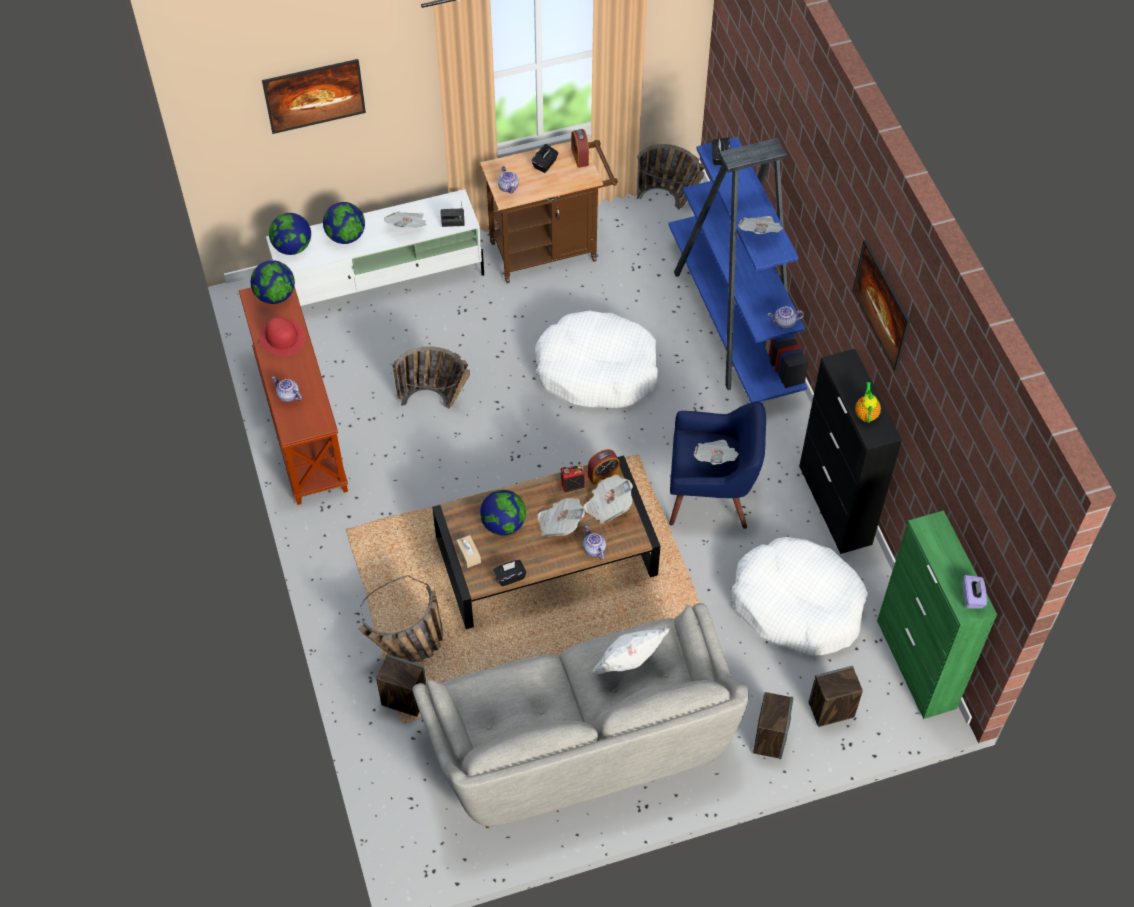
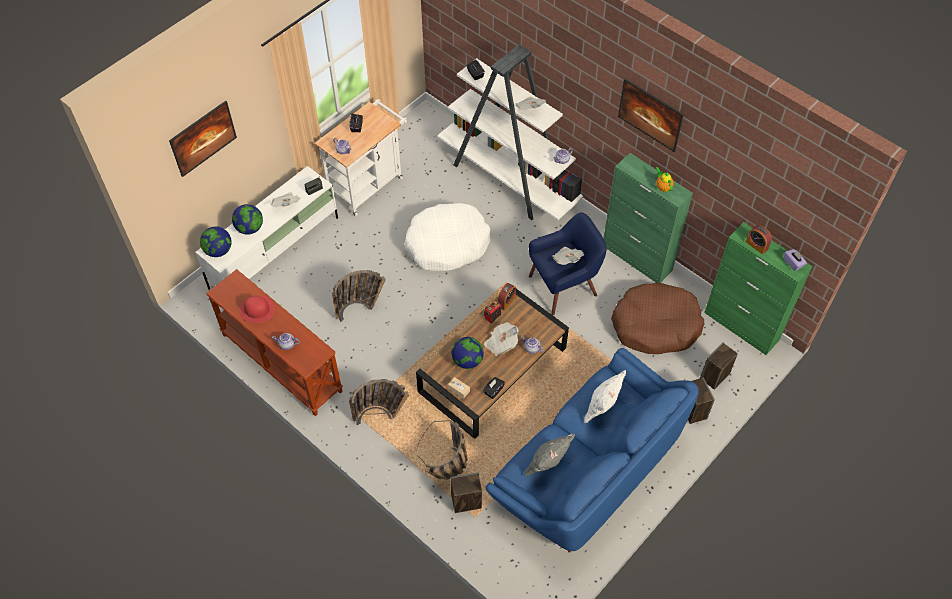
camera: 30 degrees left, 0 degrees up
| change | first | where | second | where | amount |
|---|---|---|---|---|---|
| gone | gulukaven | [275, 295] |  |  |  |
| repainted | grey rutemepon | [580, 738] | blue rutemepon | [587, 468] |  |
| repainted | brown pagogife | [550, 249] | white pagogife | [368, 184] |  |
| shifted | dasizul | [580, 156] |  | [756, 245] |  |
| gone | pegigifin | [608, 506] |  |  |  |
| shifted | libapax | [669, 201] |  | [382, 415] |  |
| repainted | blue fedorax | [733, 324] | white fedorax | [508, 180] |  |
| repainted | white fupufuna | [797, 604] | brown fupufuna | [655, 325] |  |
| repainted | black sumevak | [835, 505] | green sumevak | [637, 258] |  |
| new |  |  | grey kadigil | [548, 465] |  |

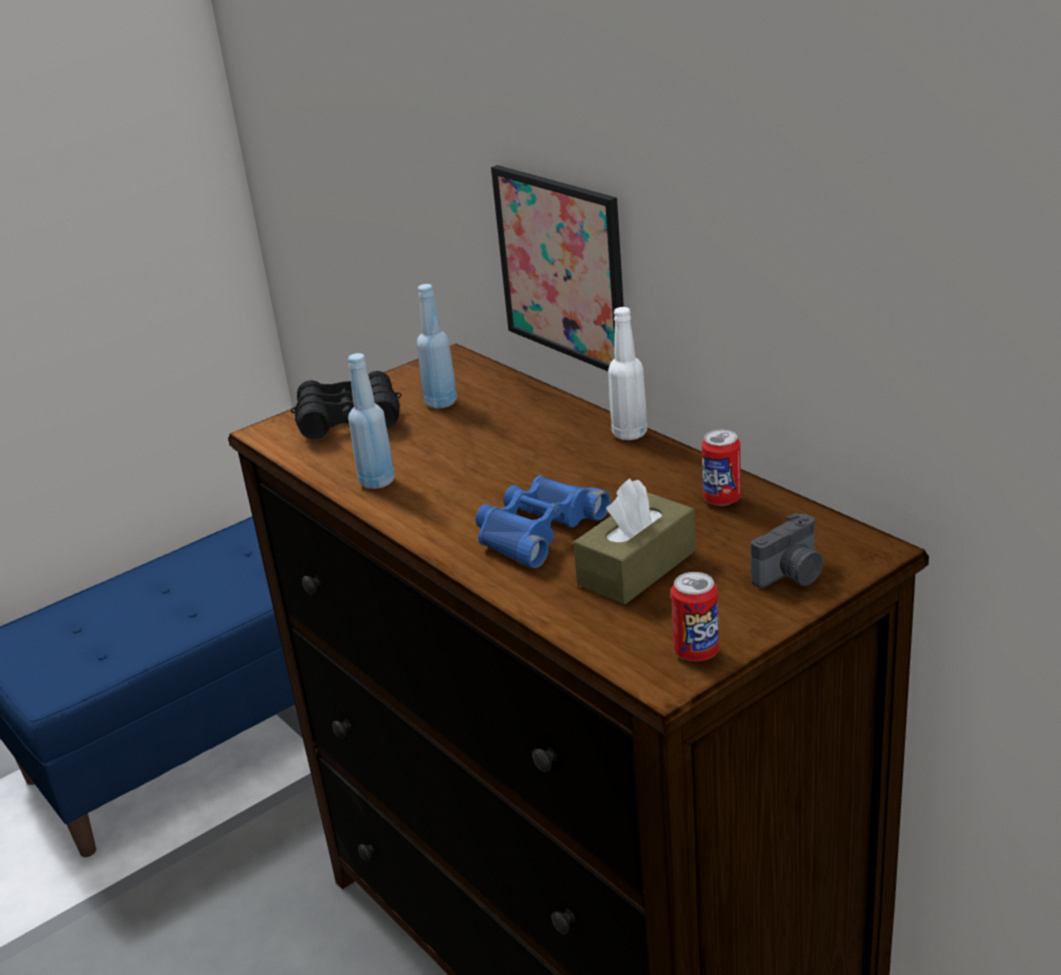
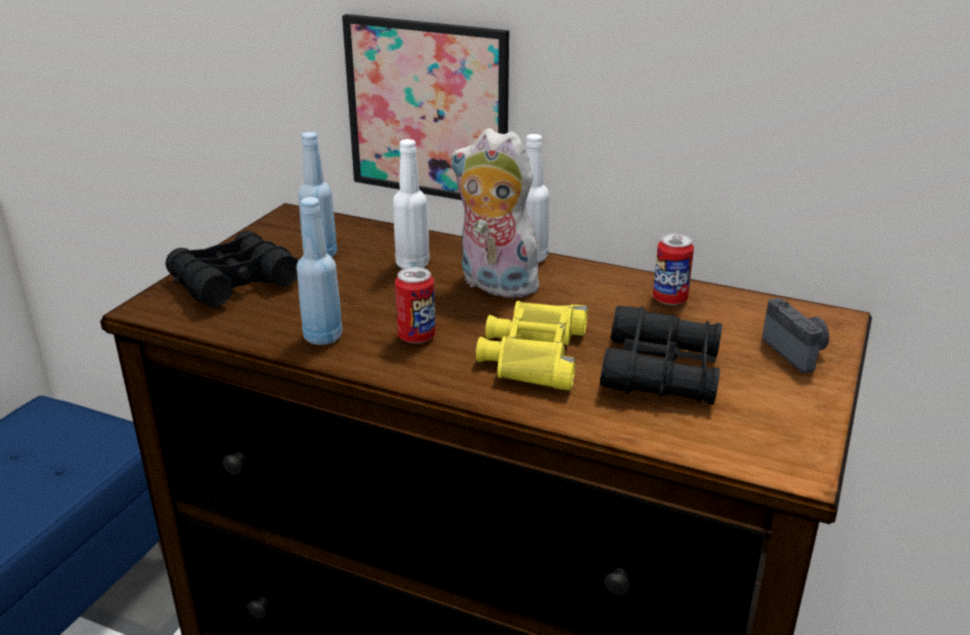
camera: 30 degrees left, 0 degrees up
| change | first | where | second | where | amount |
|---|---|---|---|---|---|
| repainted | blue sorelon | [536, 530] | yellow sorelon | [532, 354] |  |
| swapped | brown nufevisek | [637, 568] | black sorelon | [661, 371] |  |
| shifted | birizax | [696, 652] |  | [416, 337] |  |
| rotated | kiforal | [791, 575] |  | [796, 352] | 45 degrees counterclockwise |
| new |  |  | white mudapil | [412, 264] |  |
| new |  |  | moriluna | [493, 285] |  |

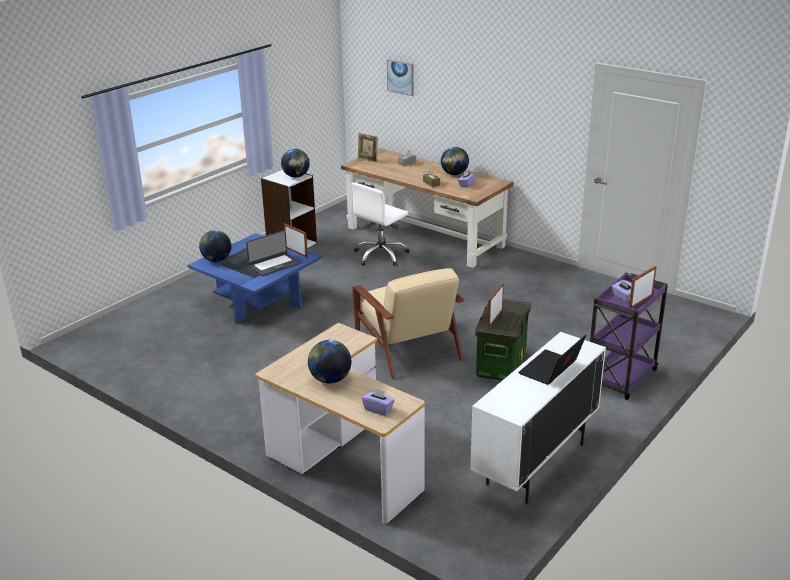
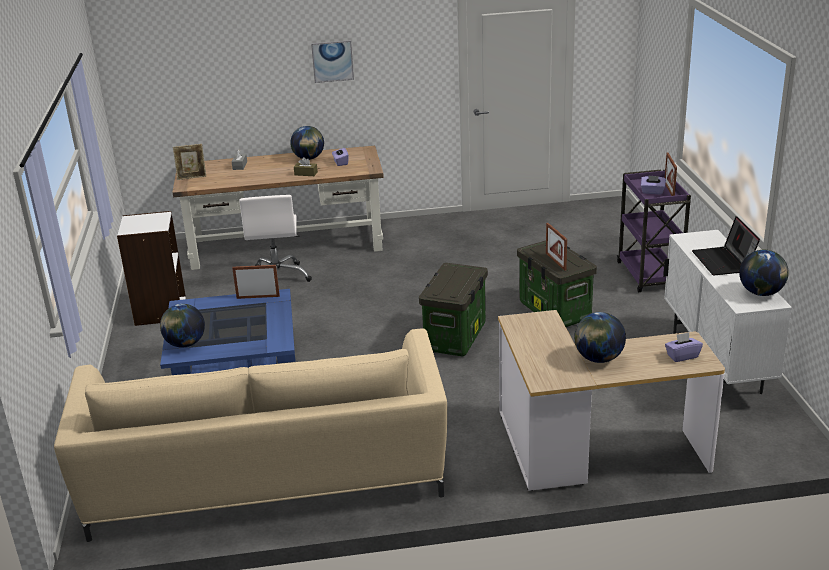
camera: 45 degrees left, 0 degrees up
| change | first | where | second | where | amount |
|---|---|---|---|---|---|
| gone | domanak | [274, 265] |  |  |  |
| shifted | gulukaven | [296, 176] |  | [761, 293] |  |
| swapped | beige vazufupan | [407, 345] | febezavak | [455, 338] |  |
| shifted | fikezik | [400, 77] |  | [332, 61] |  |
| new |  |  | beige rutemepon | [266, 481] |  |

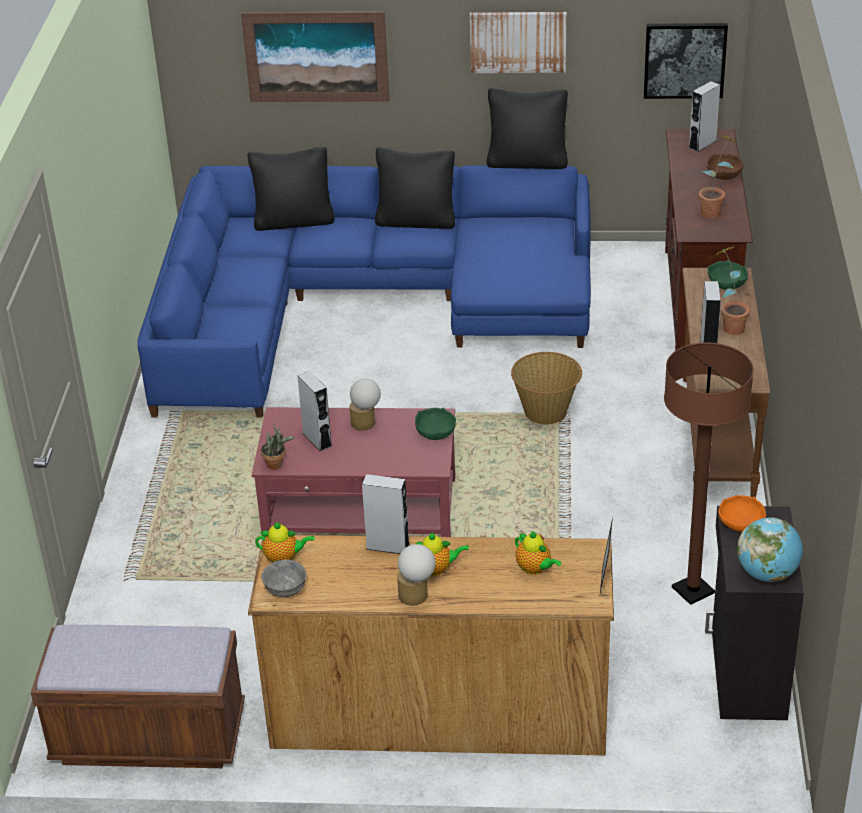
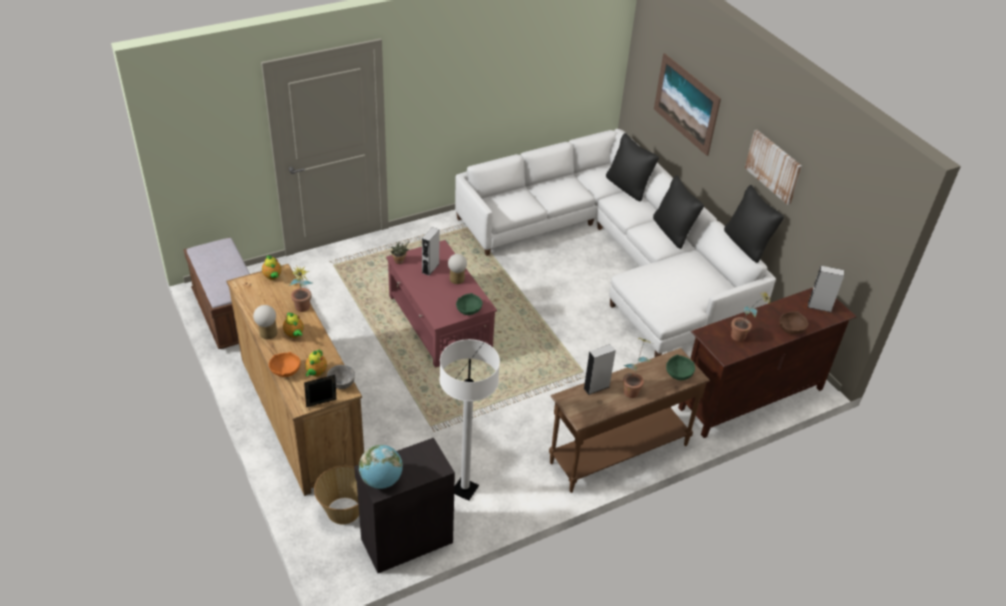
camera: 55 degrees right, 5 degrees up
| change | first | where | second | where | amount |
|---|---|---|---|---|---|
| repainted | blue rutemepon | [361, 304] | white rutemepon | [616, 252] |  |
| shifted | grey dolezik | [285, 589] |  | [341, 383] |  |
| swapped | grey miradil | [387, 546] | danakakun | [303, 310] |  |
| shifted | libapax | [546, 412] |  | [344, 511] |  |
| gone | fikezik | [684, 60] |  |  |  |
| repainted | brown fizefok | [693, 590] | white fizefok | [465, 489] |  |
| shifted | orange dolezik | [741, 523] |  | [286, 371] |  |

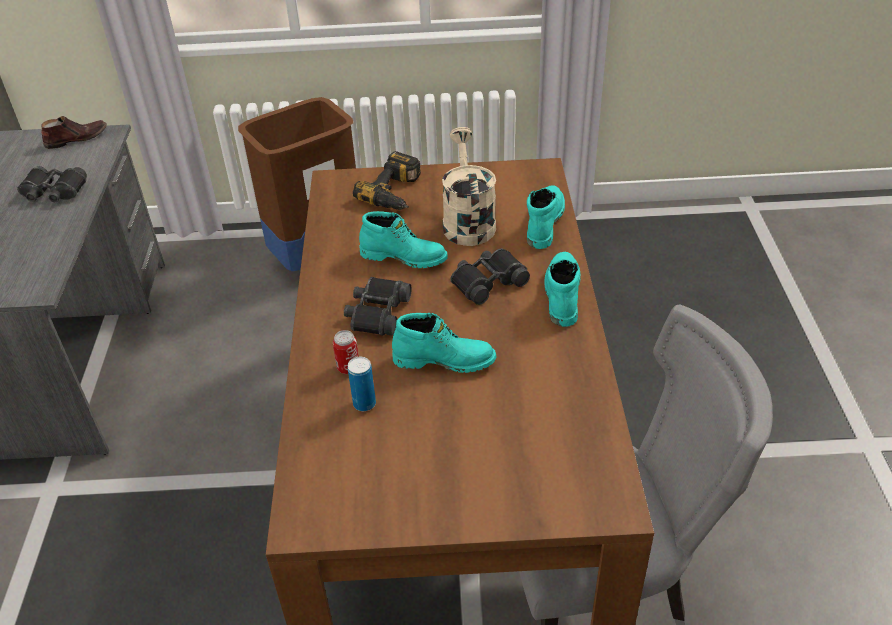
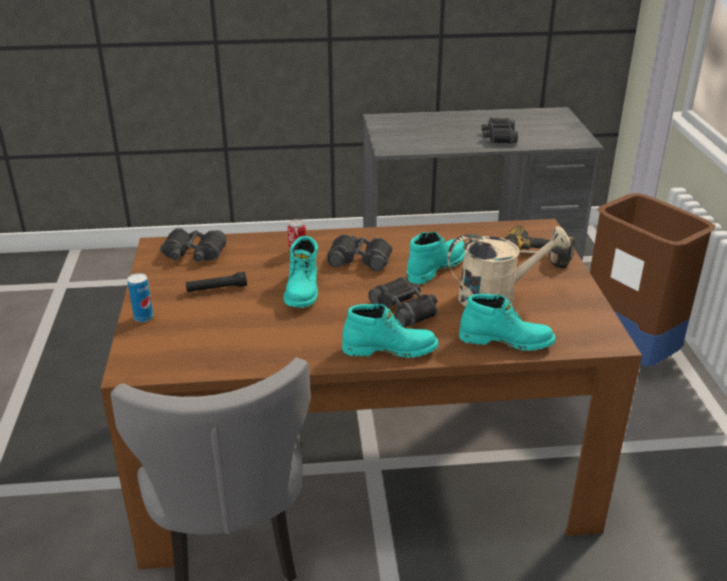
camera: 85 degrees right, 10 degrees down
| change | first | where | second | where | amount |
|---|---|---|---|---|---|
| gone | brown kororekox | [76, 138] |  |  |  |
| shifted | birizax | [364, 404] |  | [143, 317] |  |
| rotated | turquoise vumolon | [404, 257] |  | [435, 267] | 150 degrees counterclockwise |
| new |  |  | black sorelon | [194, 253] |  |
| new |  |  | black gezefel | [216, 289] |  |

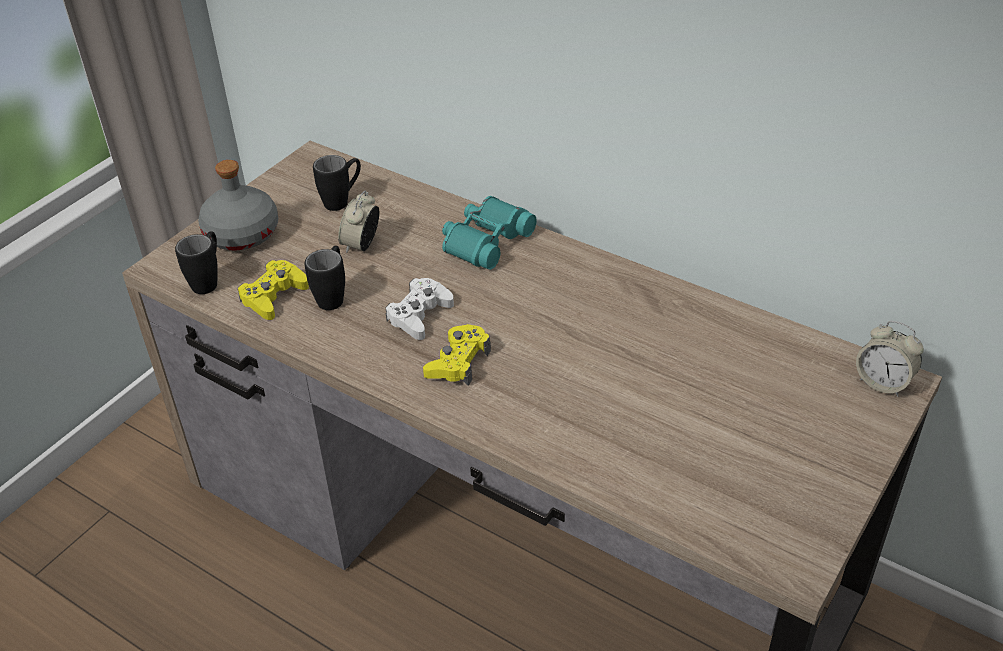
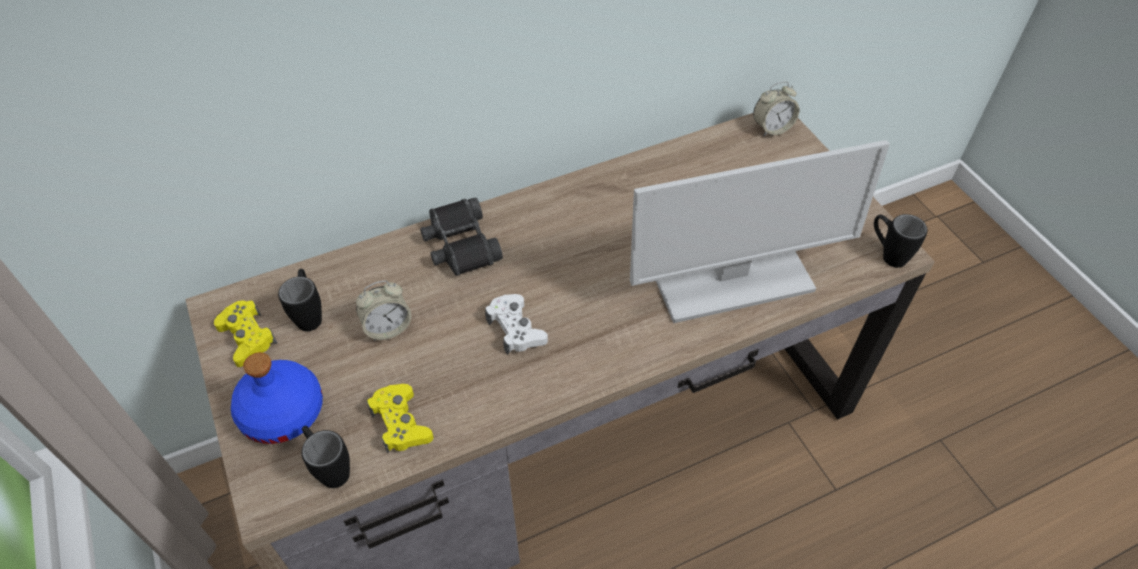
camera: 60 degrees left, 10 degrees up
| change | first | where | second | where | amount |
|---|---|---|---|---|---|
| repainted | grey mudapil | [243, 234] | blue mudapil | [283, 411] |  |
| shifted | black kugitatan | [333, 296] |  | [887, 254] |  |
| rotated | dasizul | [361, 245] |  | [388, 328] | 75 degrees counterclockwise |
| shifted | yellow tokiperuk | [458, 362] |  | [247, 337] |  |
| repainted | turquoise sorelon | [485, 241] | black sorelon | [460, 245] |  |
| new |  |  | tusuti | [730, 281] |  |

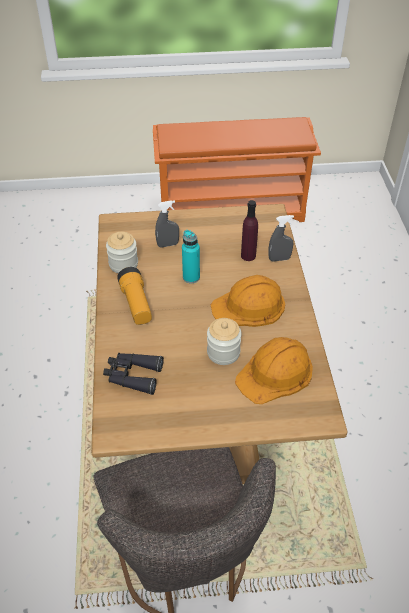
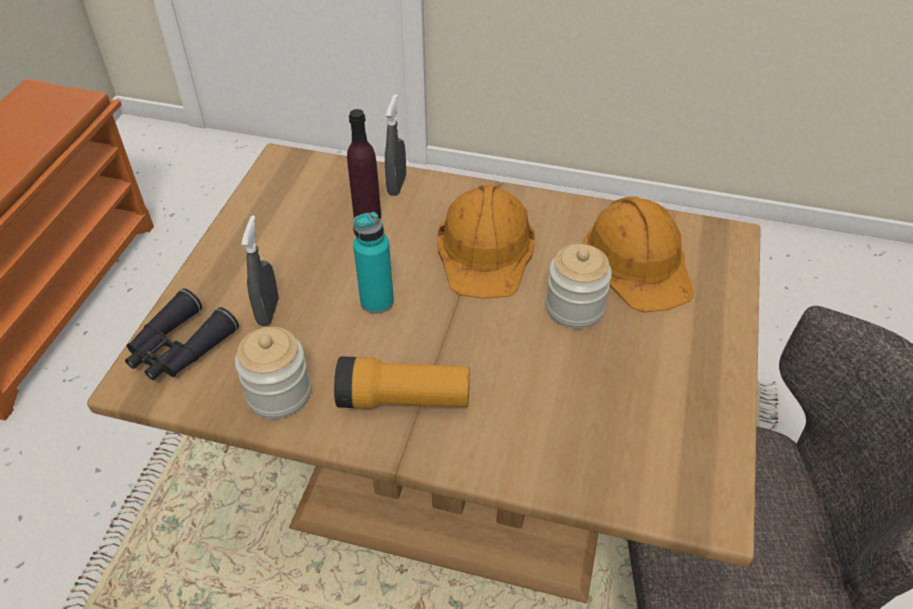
camera: 70 degrees left, 0 degrees up
| change | first | where | second | where | amount |
|---|---|---|---|---|---|
| shifted | black sorelon | [132, 375] |  | [179, 348] |  |

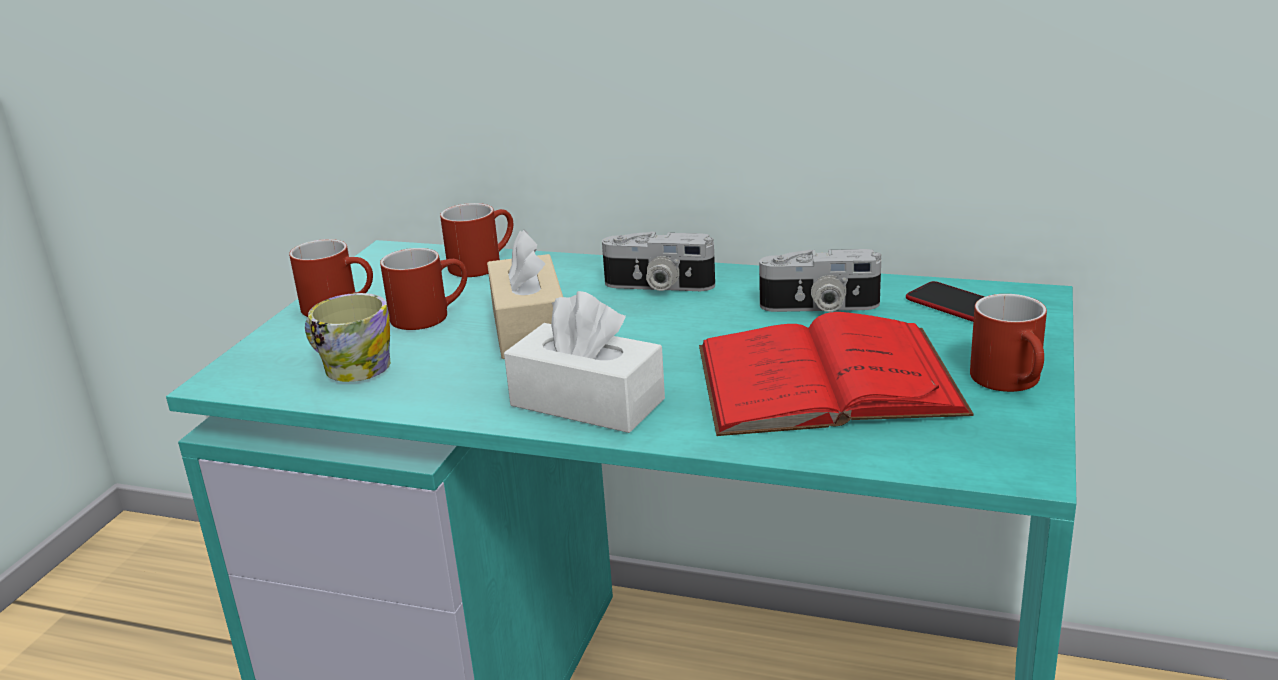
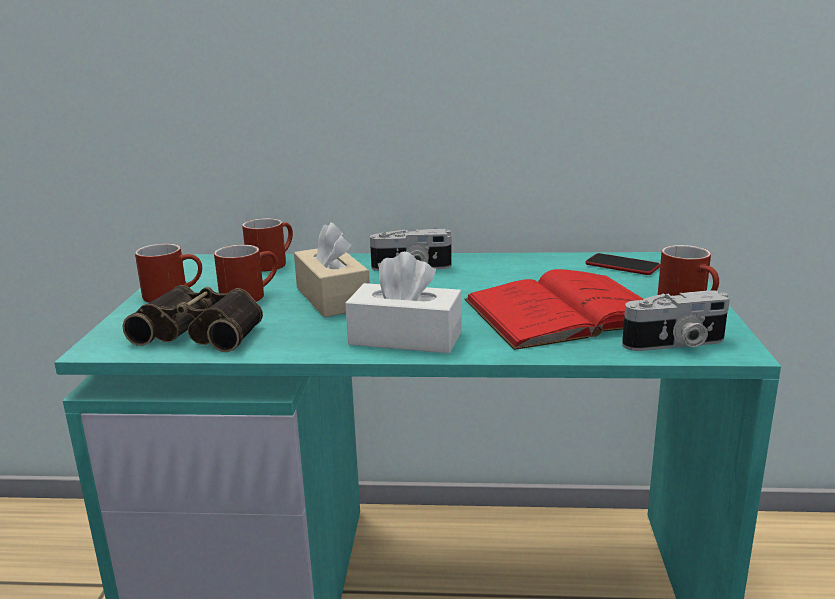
camera: 15 degrees left, 5 degrees down
| change | first | where | second | where | amount |
|---|---|---|---|---|---|
| swapped | kugitatan | [350, 367] | sorelon | [204, 331] |  |
| shifted | kiforal | [819, 307] |  | [675, 344] |  |

